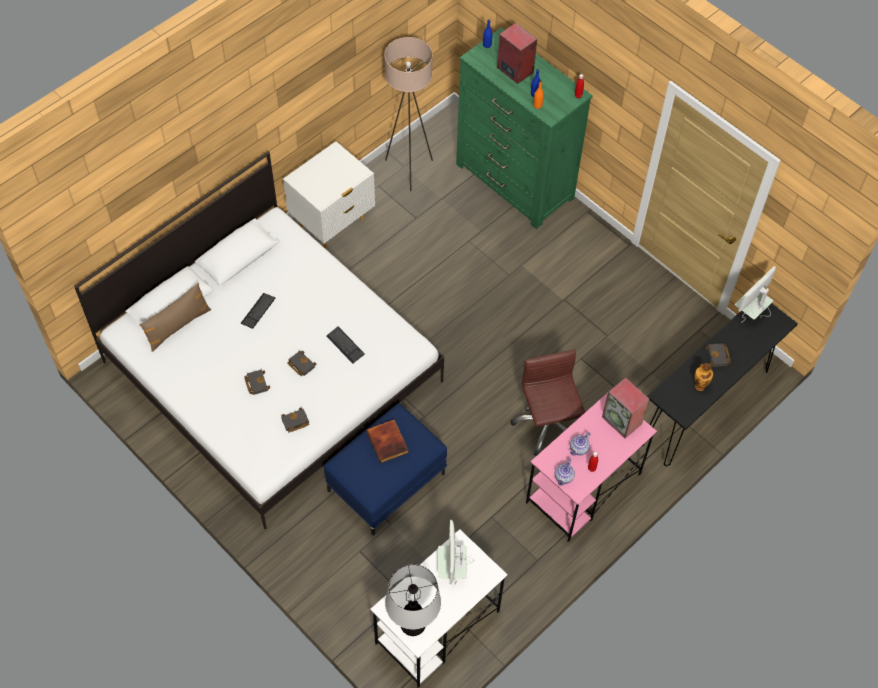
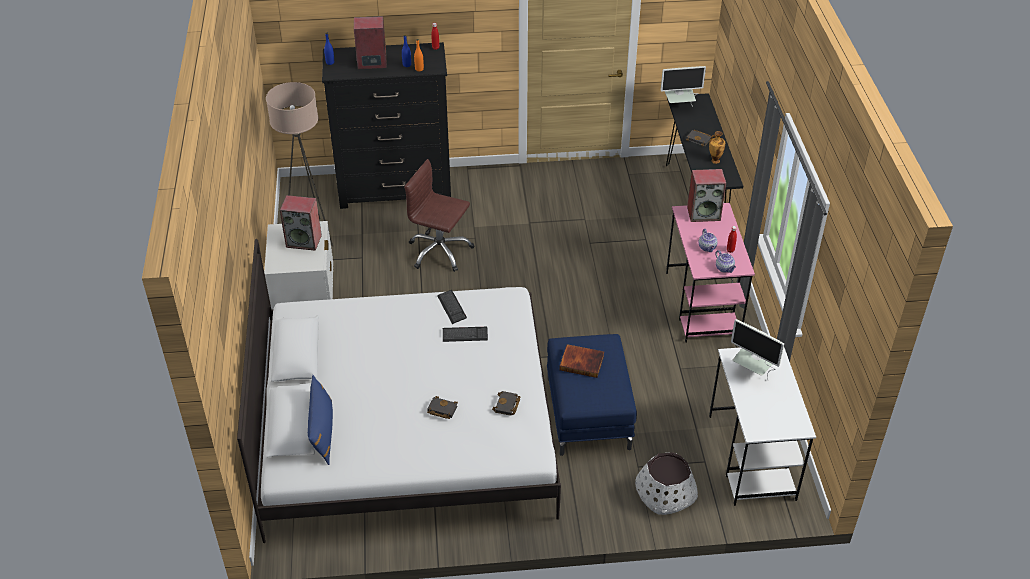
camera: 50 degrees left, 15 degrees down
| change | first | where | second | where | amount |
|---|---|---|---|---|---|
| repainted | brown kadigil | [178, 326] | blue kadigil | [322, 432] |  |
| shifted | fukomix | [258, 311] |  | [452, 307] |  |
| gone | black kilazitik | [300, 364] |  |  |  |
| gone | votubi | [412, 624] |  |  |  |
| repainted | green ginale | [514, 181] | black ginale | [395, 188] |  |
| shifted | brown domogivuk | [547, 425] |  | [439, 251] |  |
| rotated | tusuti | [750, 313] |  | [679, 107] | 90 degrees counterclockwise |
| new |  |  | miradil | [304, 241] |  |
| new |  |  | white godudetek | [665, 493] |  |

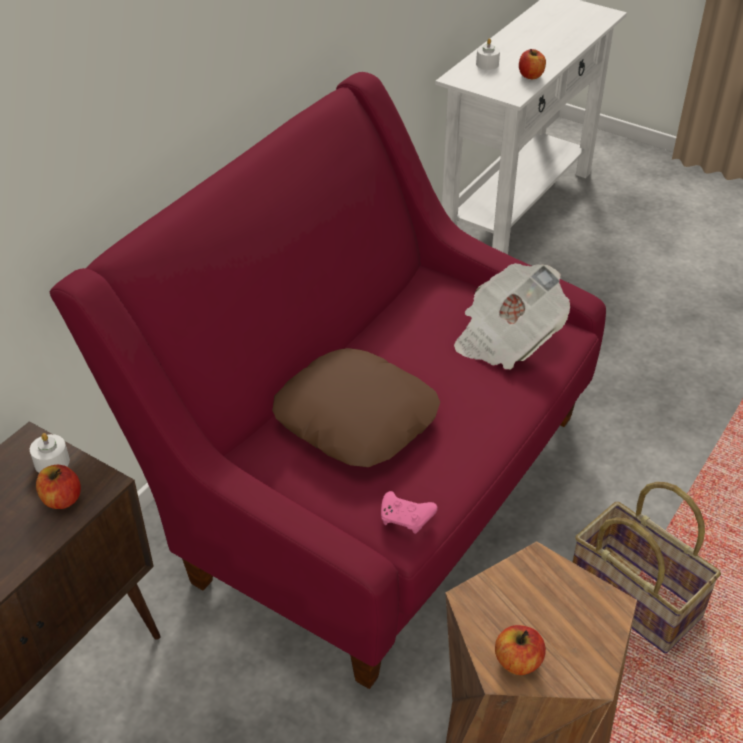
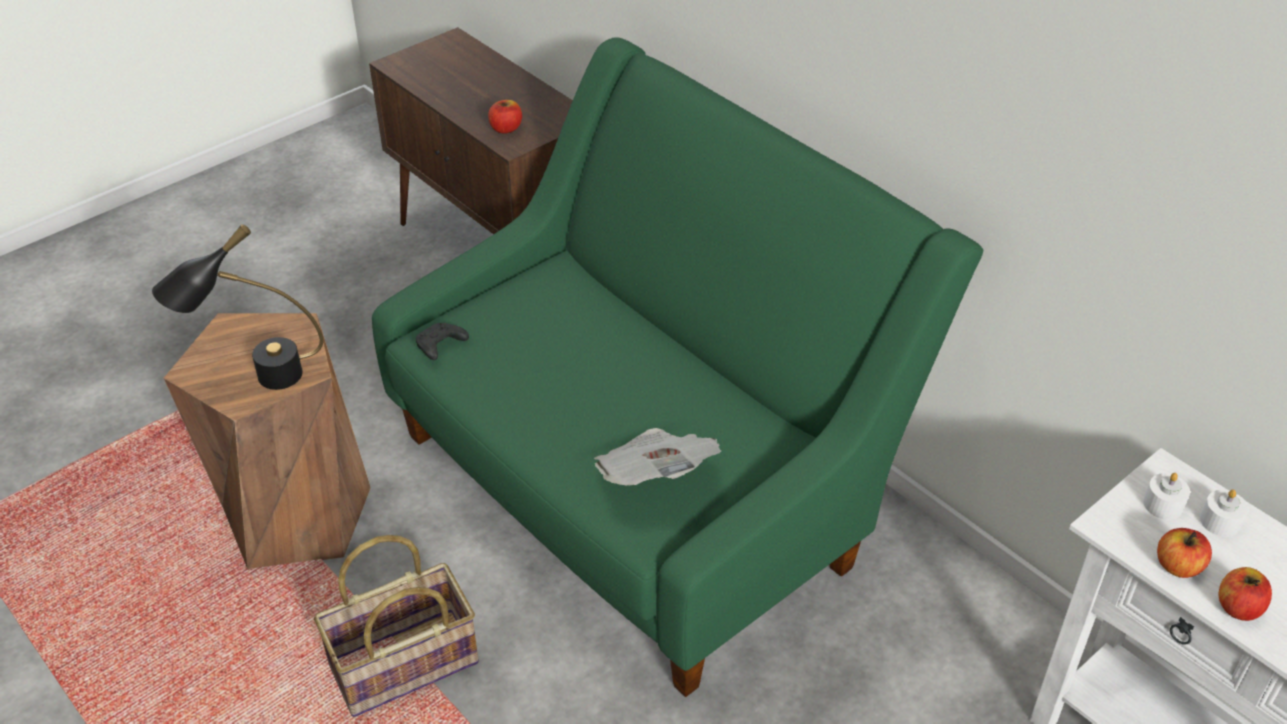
camera: 105 degrees right, 0 degrees up
| change | first | where | second | where | amount |
|---|---|---|---|---|---|
| shifted | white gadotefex | [52, 462] |  | [1163, 504] |  |
| repainted | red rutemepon | [369, 483] | green rutemepon | [644, 484] |  |
| gone | brown kadigil | [356, 418] |  |  |  |
| repainted | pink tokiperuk | [406, 518] | black tokiperuk | [440, 347] |  |
| shifted | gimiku | [518, 662] |  | [1238, 607] |  |
| new |  |  | black votubi | [258, 380] |  |

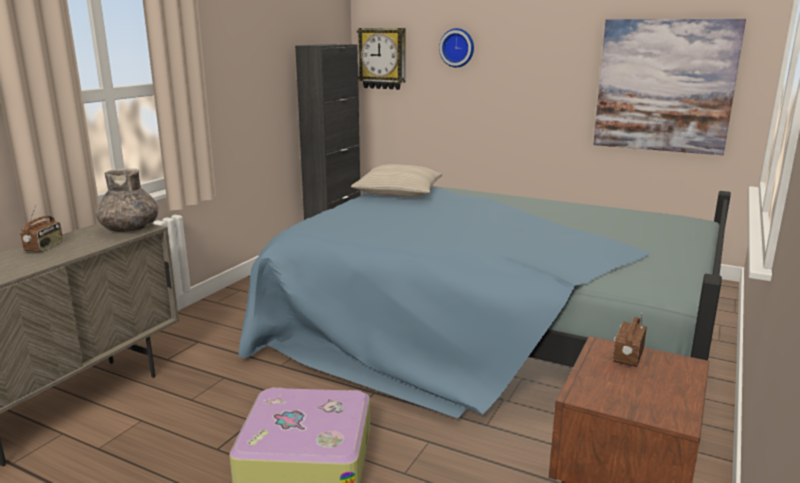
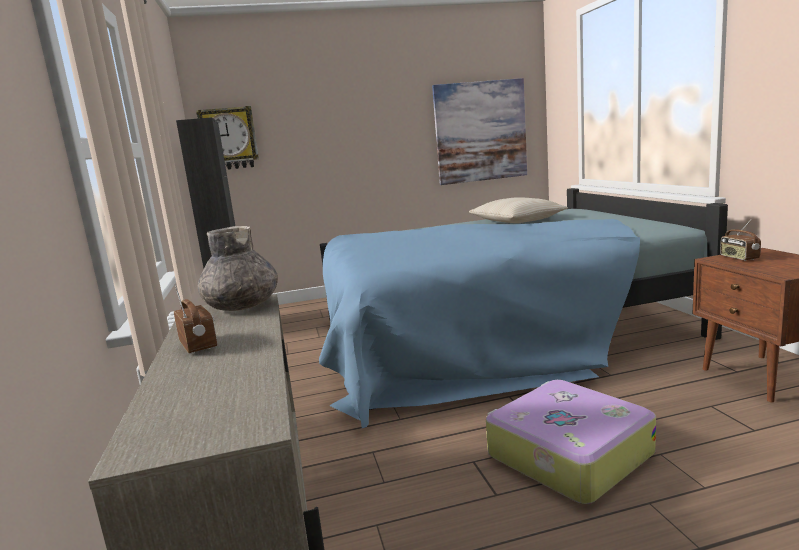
camera: 40 degrees left, 5 degrees down
| change | first | where | second | where | amount |
|---|---|---|---|---|---|
| shifted | beige kadigil | [398, 192] |  | [517, 220] |  |
| gone | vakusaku | [457, 47] |  |  |  |

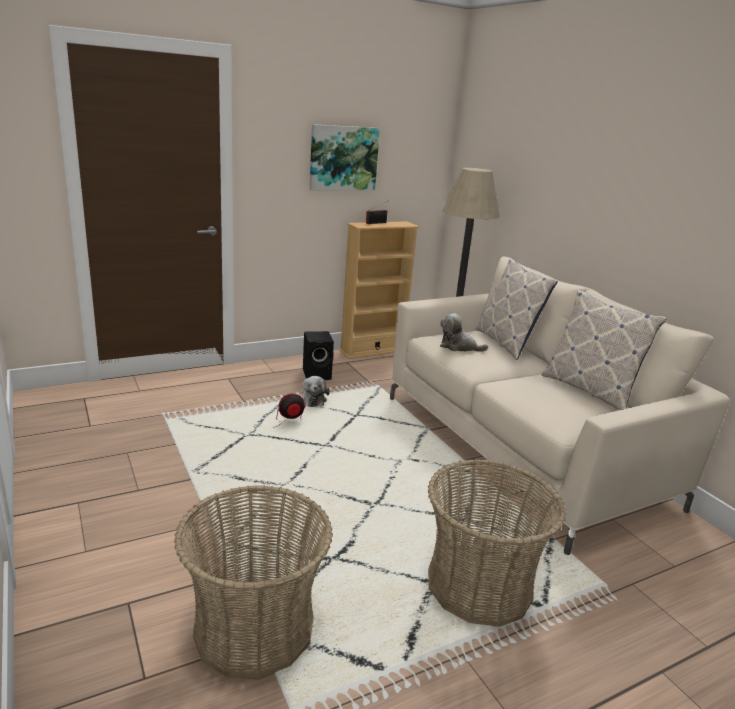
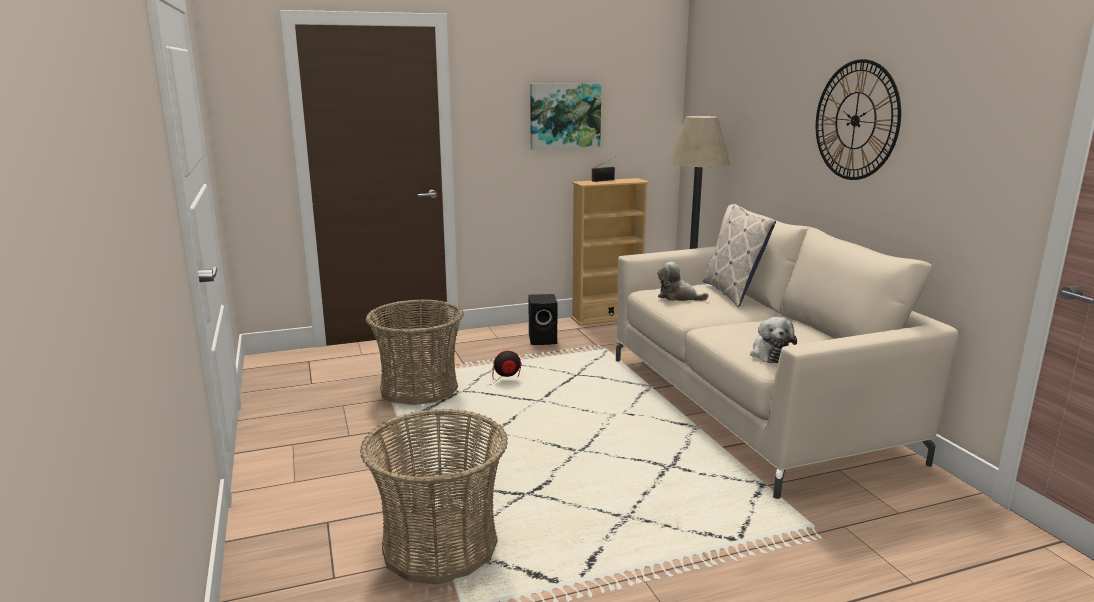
camera: 10 degrees right, 5 degrees down
| change | first | where | second | where | amount |
|---|---|---|---|---|---|
| shifted | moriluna | [313, 400] |  | [769, 354] |  |
| shifted | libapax | [479, 586] |  | [419, 389] |  |
| gone | kadigil | [589, 390] |  |  |  |
| new |  |  | vakusaku | [855, 120] |  |

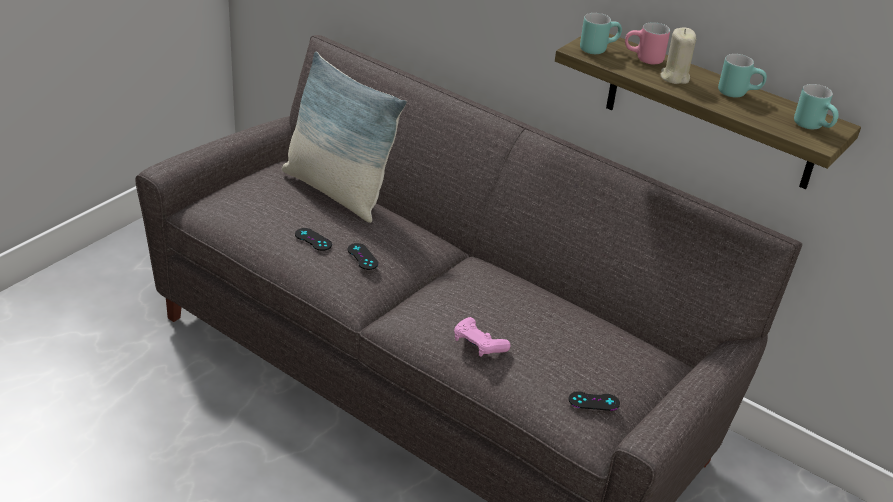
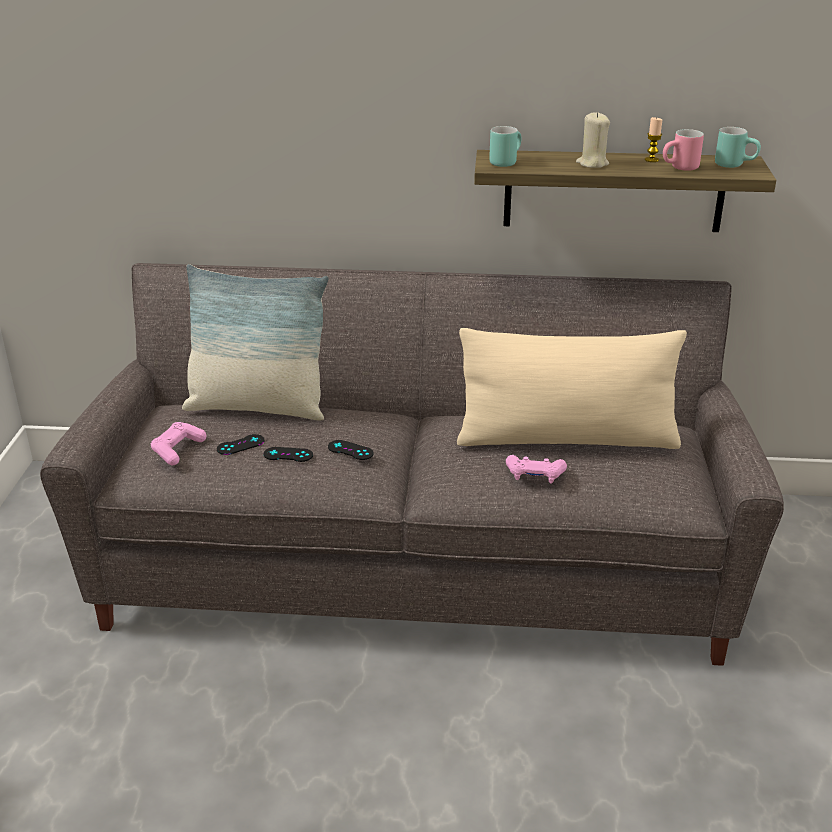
camera: 30 degrees left, 5 degrees down
| change | first | where | second | where | amount |
|---|---|---|---|---|---|
| shifted | black tokiperuk | [594, 401] |  | [240, 445] |  |
| shifted | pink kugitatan | [643, 59] |  | [680, 169] |  |
| swapped | turquoise kugitatan | [738, 92] | gadotefex | [651, 160] |  |
| new |  |  | pink tokiperuk | [178, 450] |  |
| new |  |  | beige kadigil | [566, 439] |  |

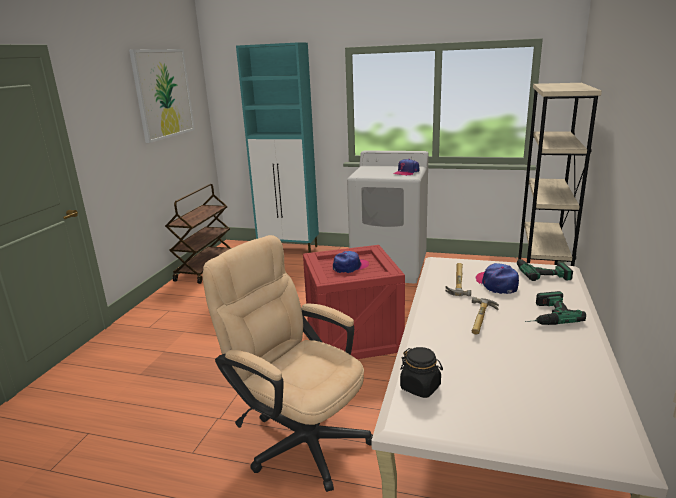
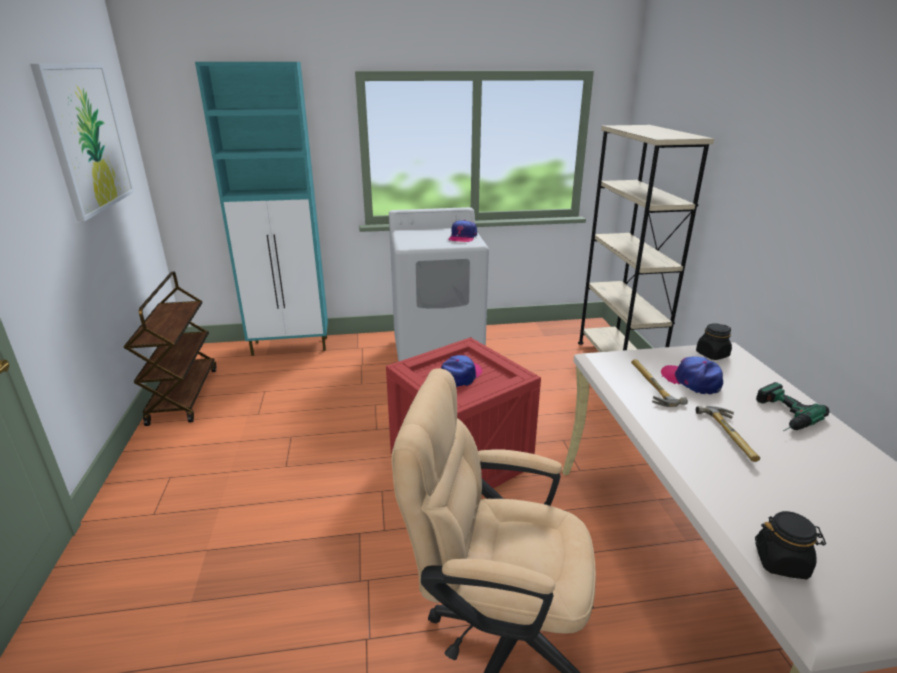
camera: 25 degrees left, 5 degrees up
| change | first | where | second | where | amount |
|---|---|---|---|---|---|
| swapped | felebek | [539, 271] | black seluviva | [712, 354] |  |

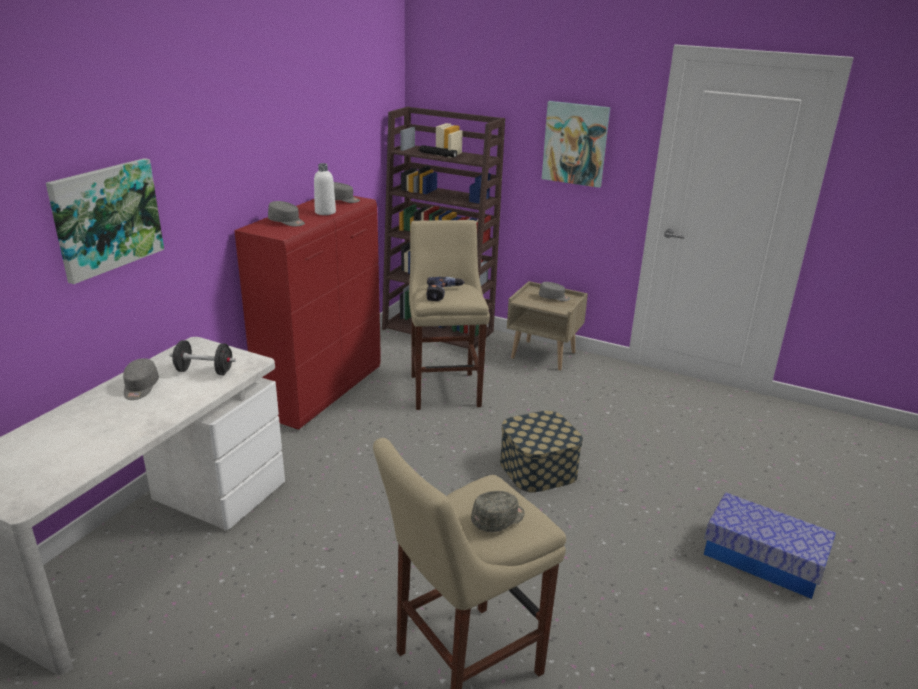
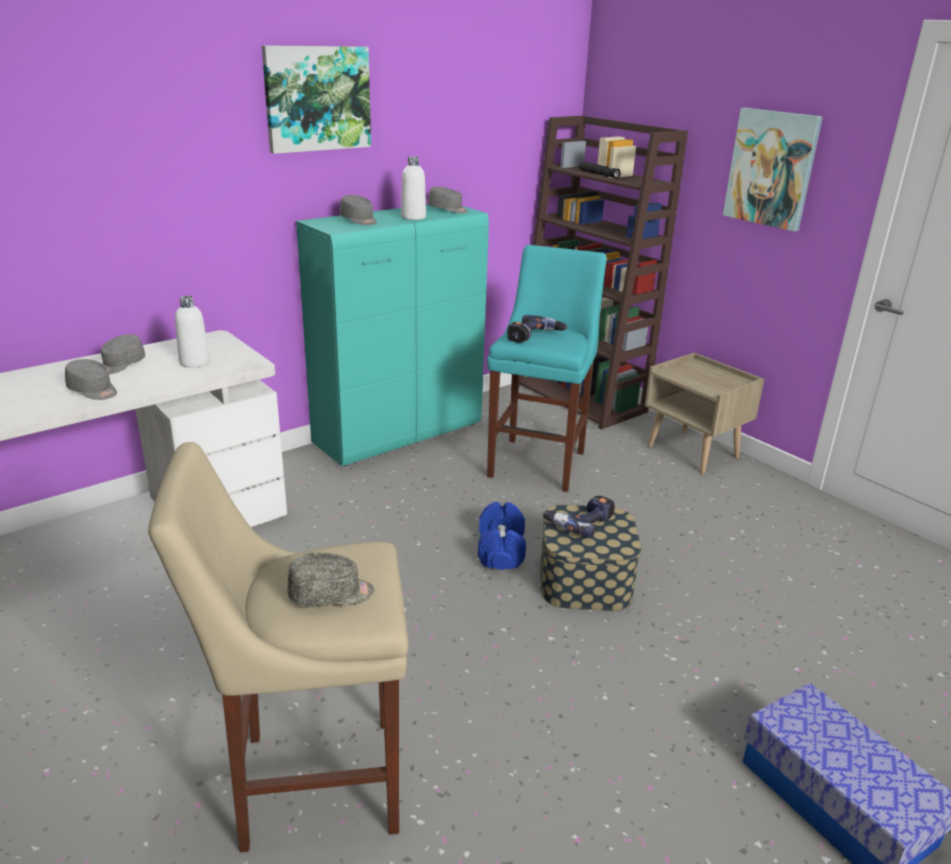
camera: 25 degrees right, 0 degrees up
| change | first | where | second | where | amount |
|---|---|---|---|---|---|
| shifted | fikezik | [106, 218] |  | [317, 98] |  |
| swapped | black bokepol | [204, 371] | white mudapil | [194, 362] |  |
| repainted | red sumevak | [322, 391] | turquoise sumevak | [400, 434] |  |
| repainted | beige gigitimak | [445, 388] | turquoise gigitimak | [539, 462] |  |
| shifted | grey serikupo | [554, 298] |  | [93, 391] |  |
| new |  |  | blue bokepol | [501, 550] |  |
| new |  |  | felebek | [579, 522] |  |

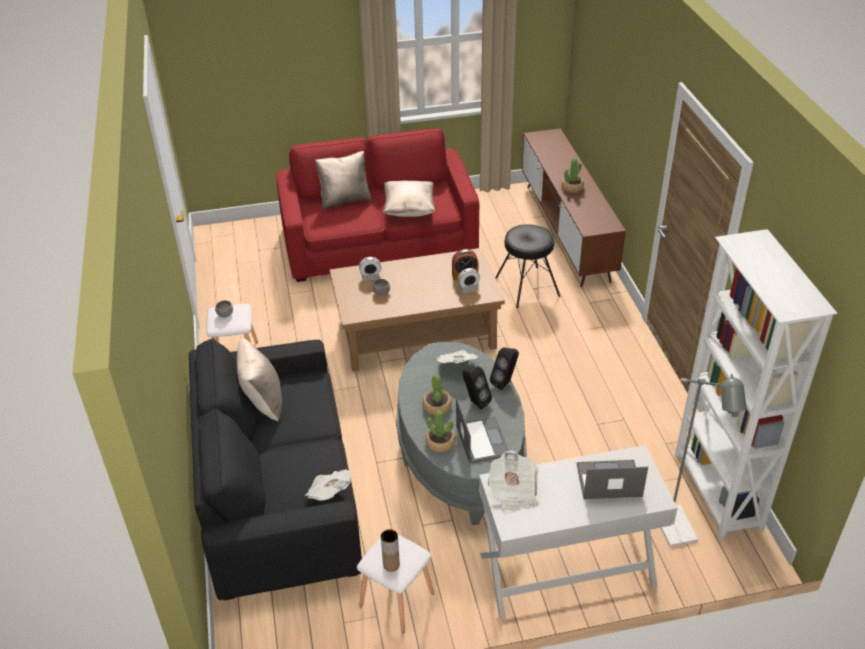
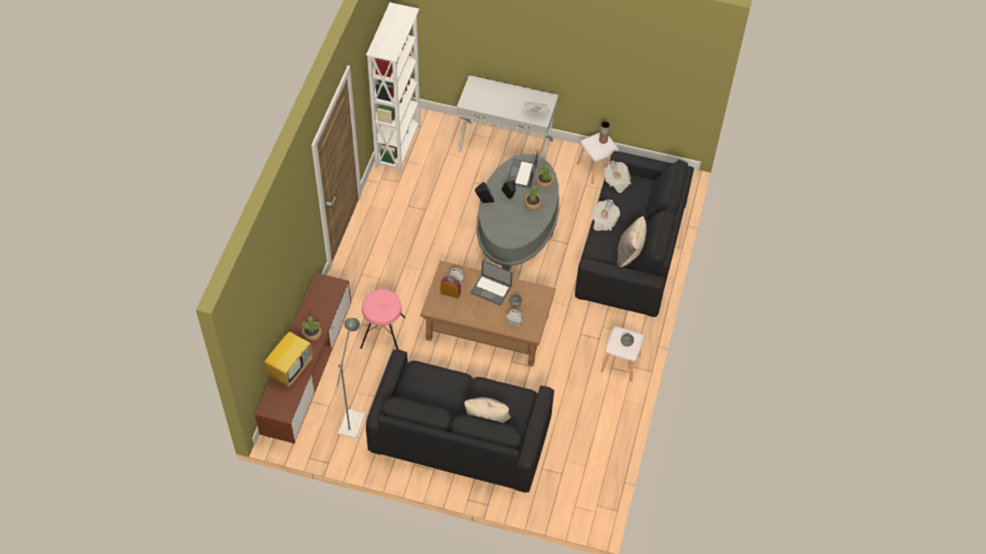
camera: 155 degrees left, 15 degrees up
| change | first | where | second | where | amount |
|---|---|---|---|---|---|
| repainted | red rutemepon | [379, 241] | black rutemepon | [460, 436] |  |
| gone | beige kadigil | [409, 210] |  |  |  |
| shifted | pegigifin | [457, 365] |  | [603, 221] |  |
| repainted | black gigitimak | [526, 287] | pink gigitimak | [383, 332] |  |
| shifted | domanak | [608, 480] |  | [491, 289] |  |
| shifted | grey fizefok | [678, 534] |  | [353, 419] |  |
| new |  |  | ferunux | [290, 368] |  |

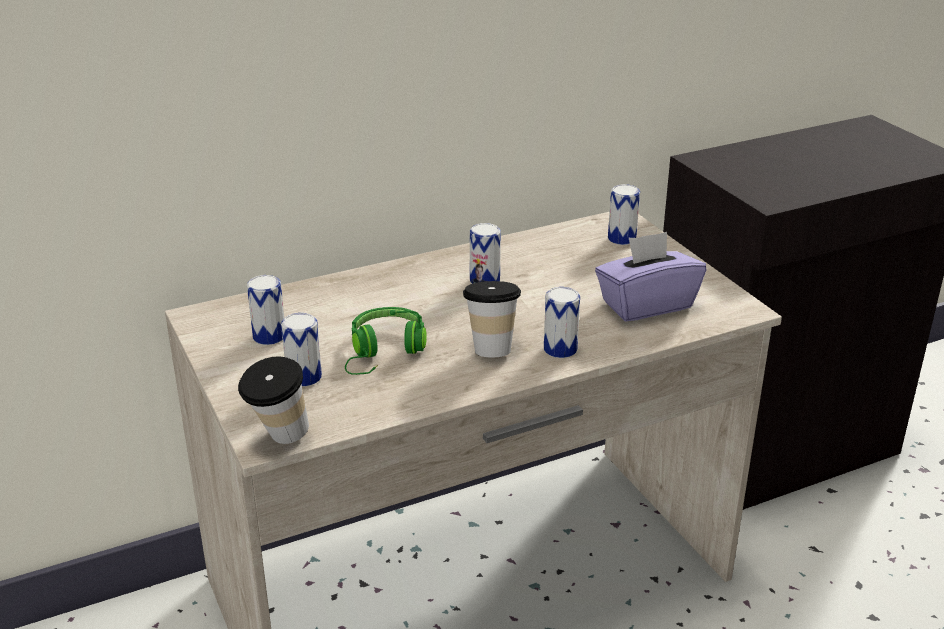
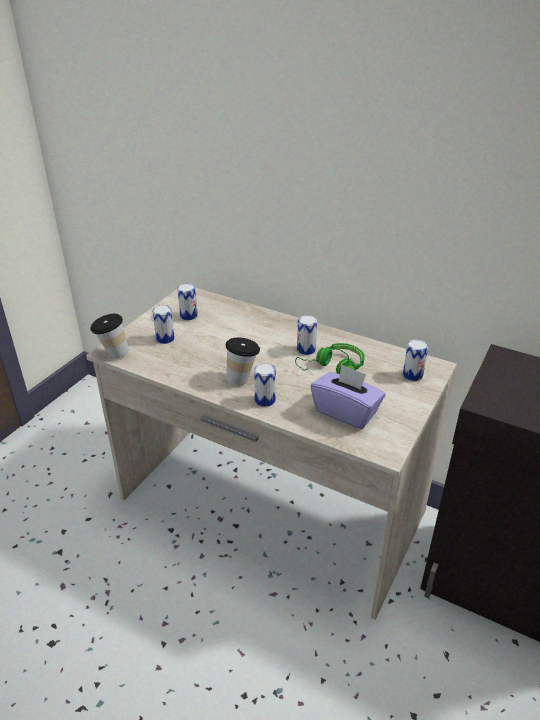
camera: 55 degrees right, 5 degrees up
| change | first | where | second | where | amount |
|---|---|---|---|---|---|
| shifted | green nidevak | [385, 352] |  | [333, 367] |  |

